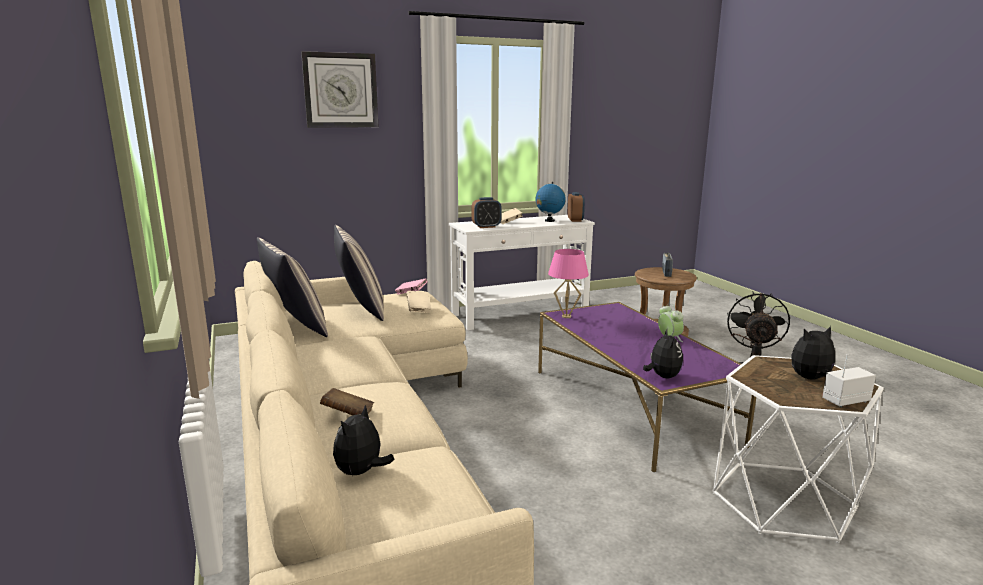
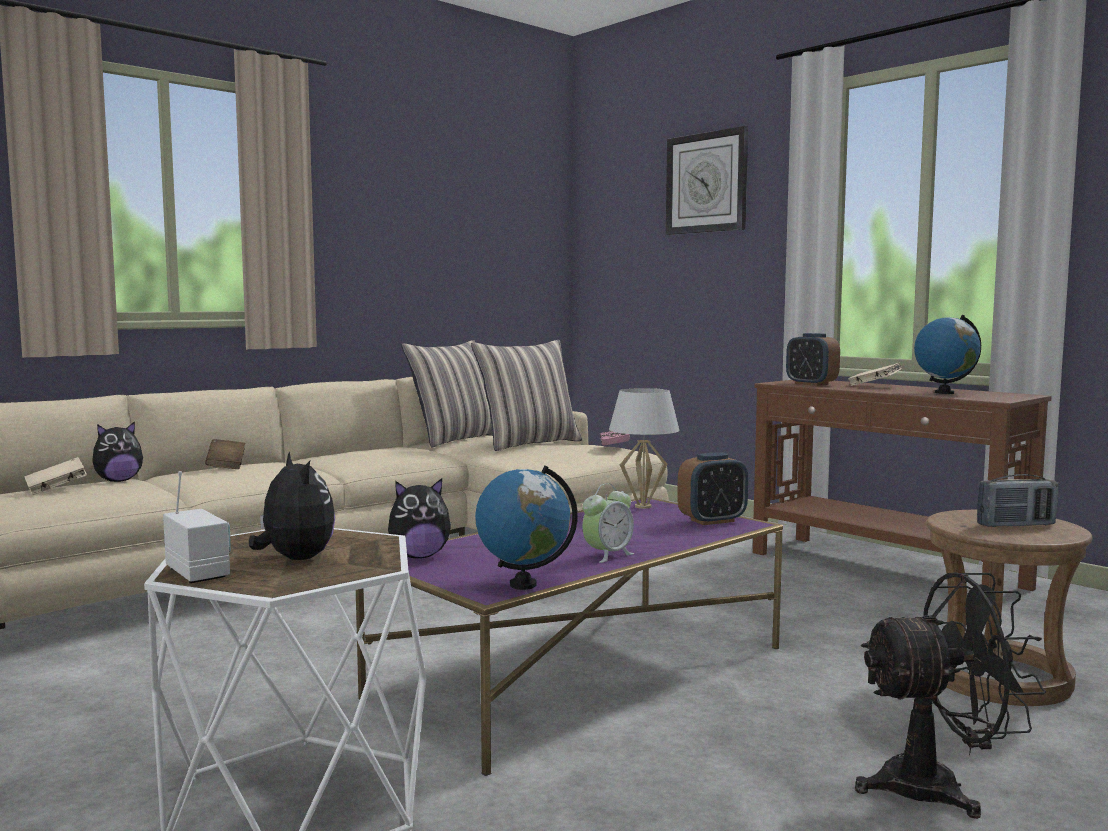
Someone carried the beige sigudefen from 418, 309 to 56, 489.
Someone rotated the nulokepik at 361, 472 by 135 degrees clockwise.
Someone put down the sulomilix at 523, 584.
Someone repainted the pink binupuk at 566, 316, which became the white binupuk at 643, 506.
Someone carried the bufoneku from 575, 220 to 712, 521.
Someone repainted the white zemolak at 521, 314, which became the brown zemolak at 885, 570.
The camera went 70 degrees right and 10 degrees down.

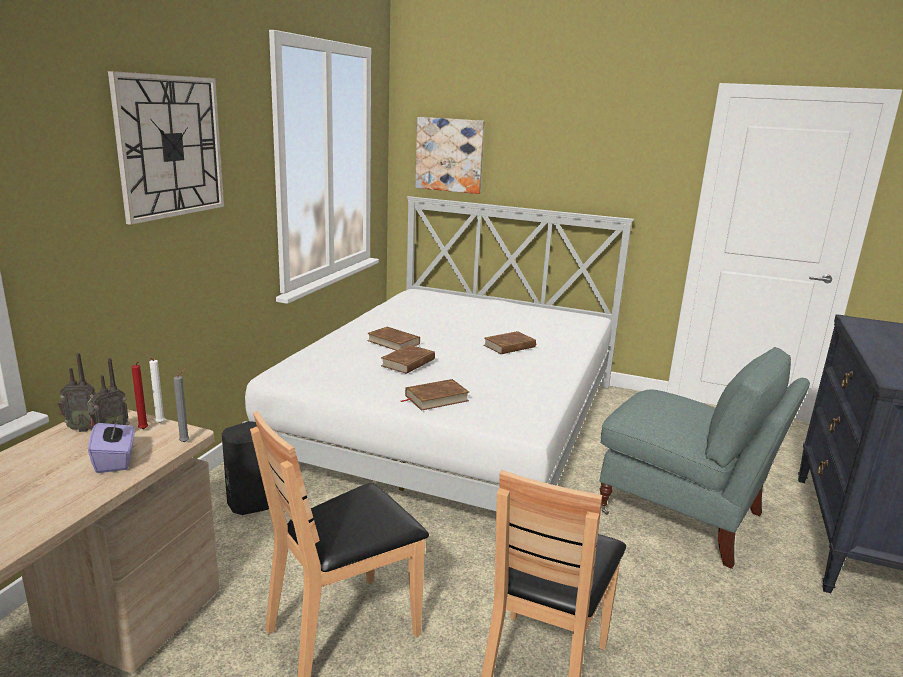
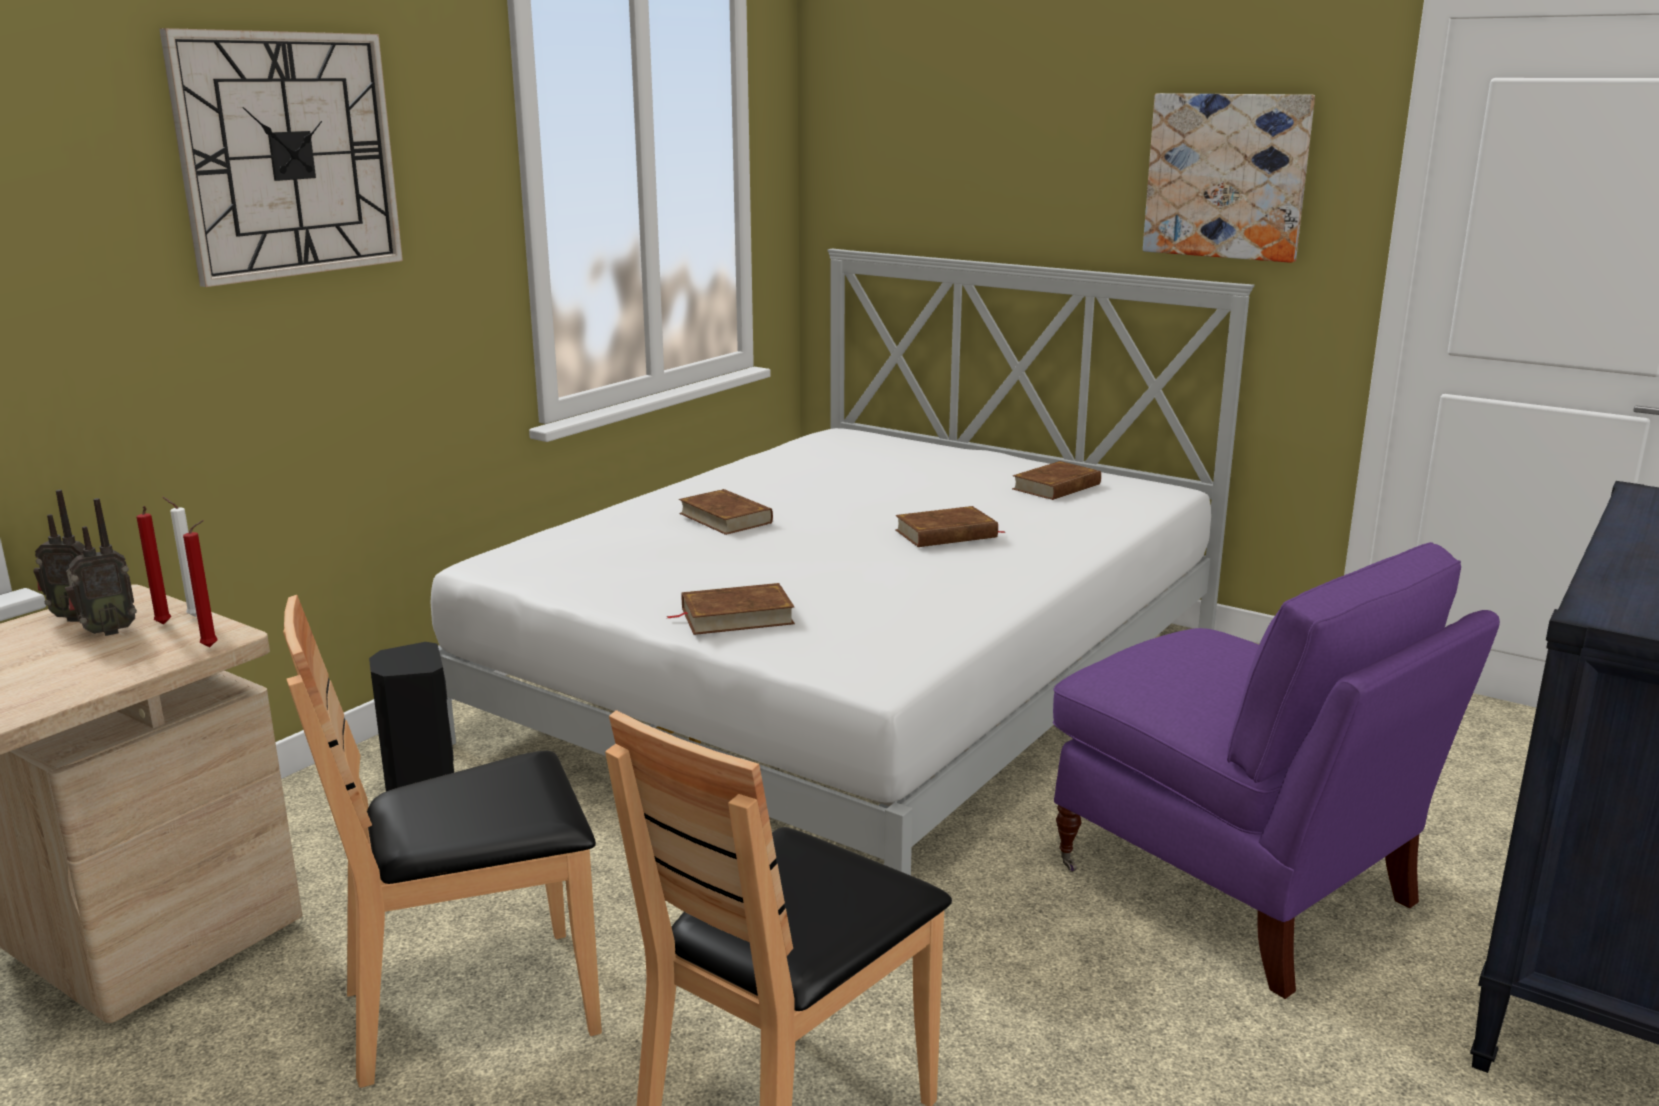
Someone repainted the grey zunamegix at 186, 442, which became the red zunamegix at 212, 647.
Someone carried the brown sigudefen from 408, 362 to 1057, 487.
Someone repainted the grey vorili at 682, 514, which became the purple vorili at 1235, 886.
Someone carried the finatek from 449, 155 to 1226, 176.
Someone took away the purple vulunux at 115, 460.
The camera went 15 degrees right and 0 degrees up.

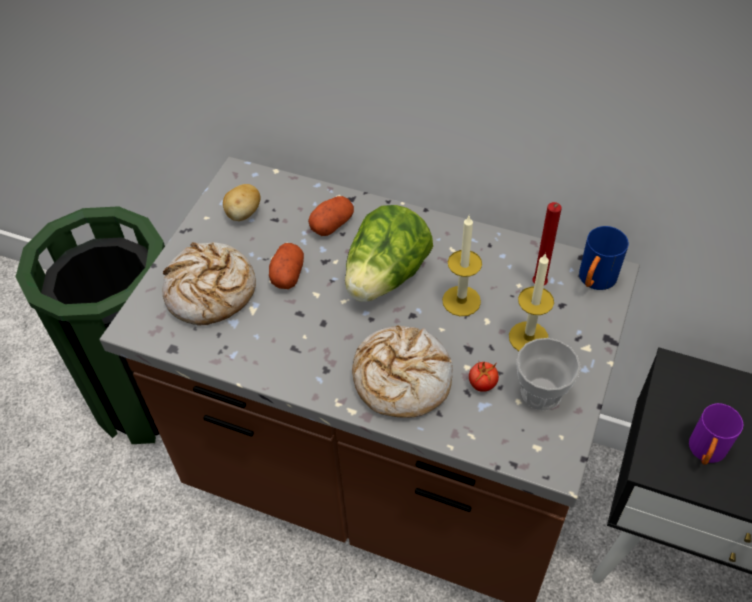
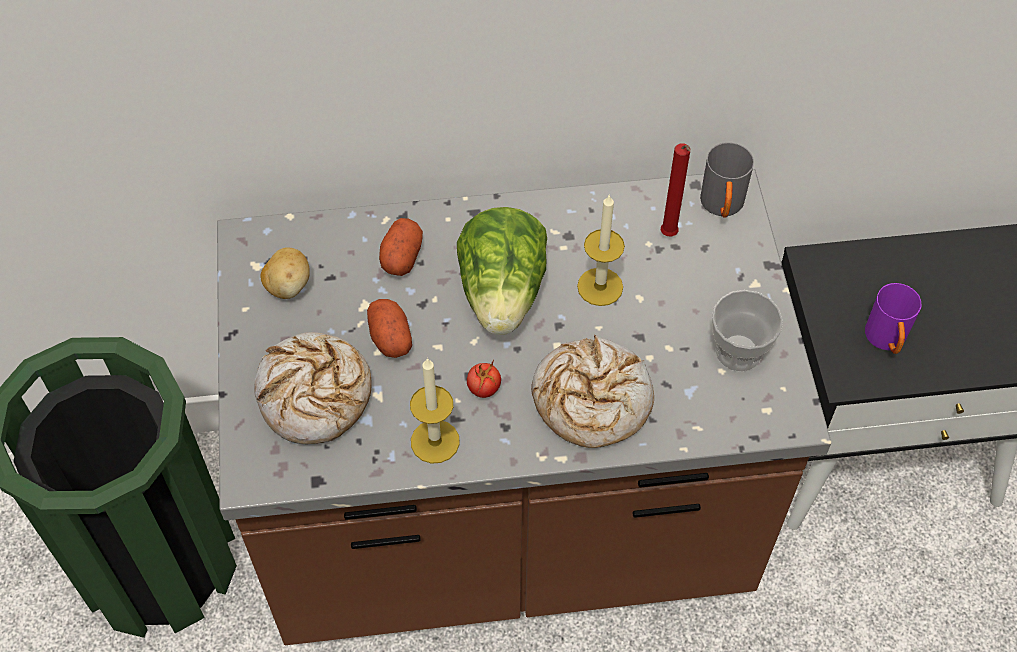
Someone carried the zunamegix from 528, 337 to 435, 441.
Someone carried the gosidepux from 482, 384 to 484, 388.
Someone repainted the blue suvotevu at 594, 281, which became the grey suvotevu at 722, 207.
The camera went 30 degrees left and 5 degrees up.

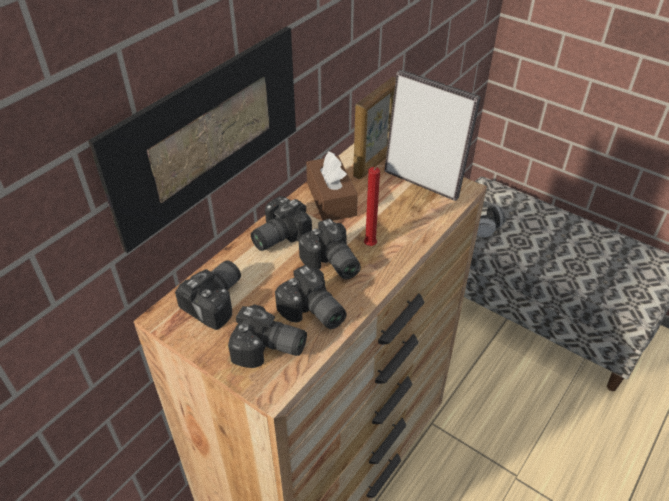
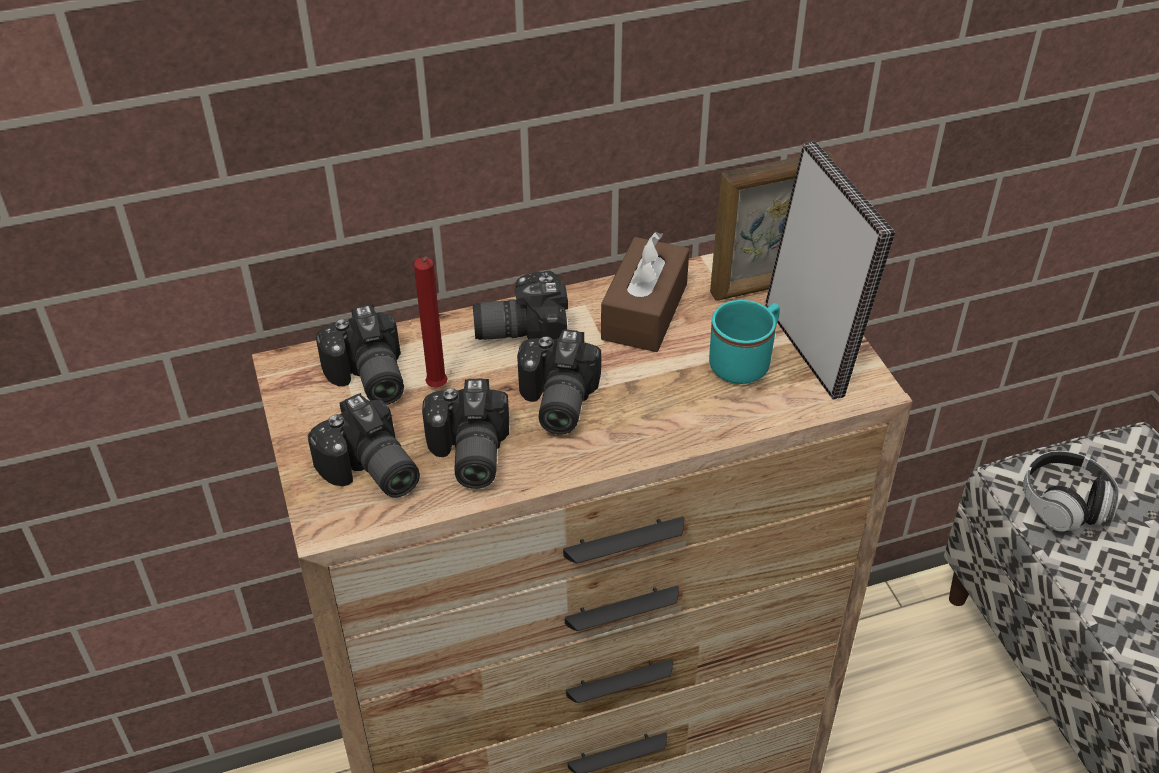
Someone rotated the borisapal at 218, 301 by 90 degrees clockwise.
Someone carried the red zunamegix from 371, 246 to 437, 389.
Someone put down the turquoise suvotevu at 745, 362.
Someone took away the finatek at 208, 133.
The camera went 35 degrees right and 0 degrees up.

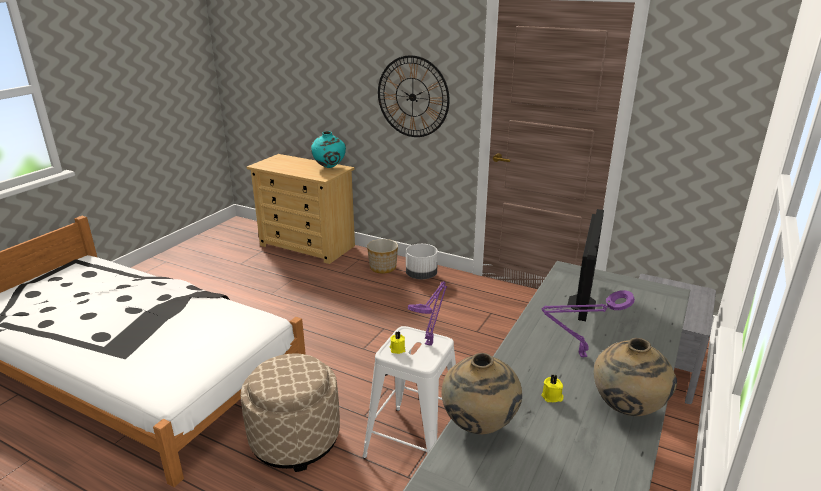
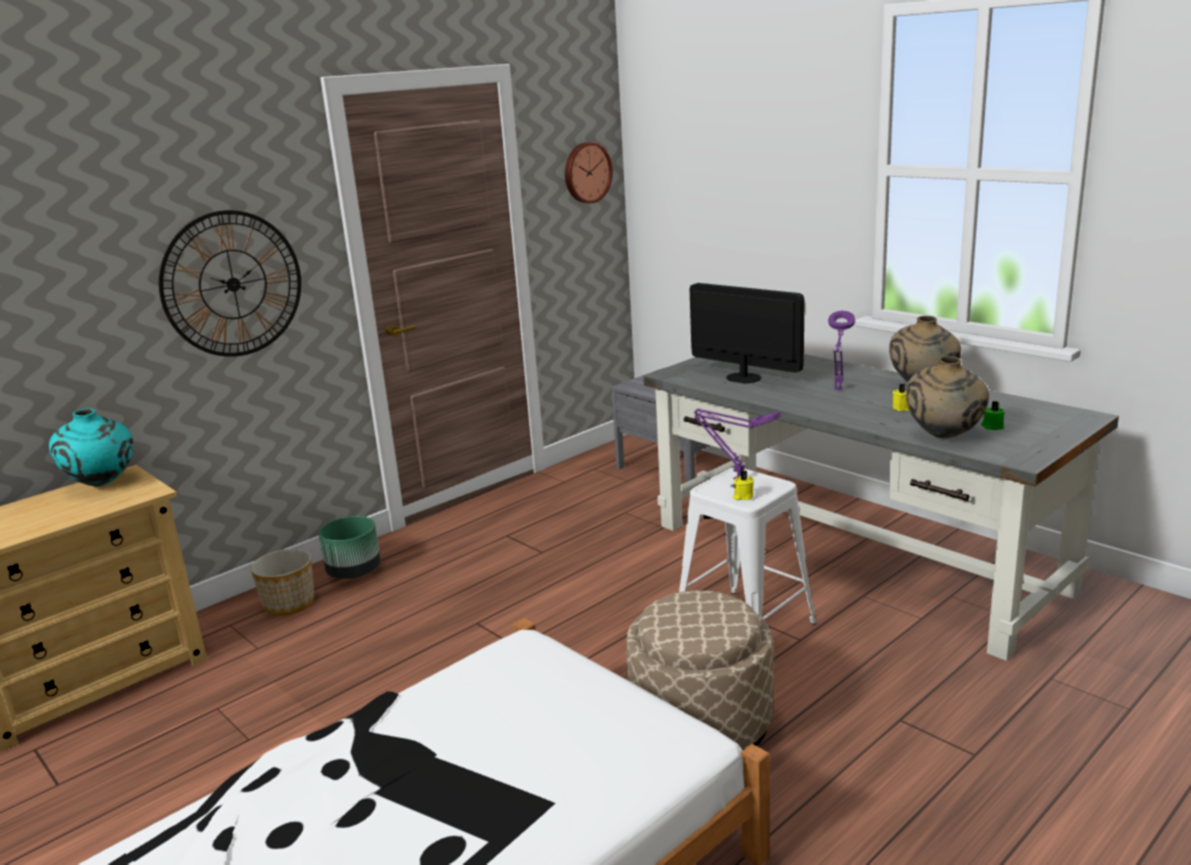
Someone repainted the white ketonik at 421, 276, which became the green ketonik at 354, 572.
Someone put up the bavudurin at 586, 172.
Someone put down the green zunamegix at 992, 427.
The camera went 70 degrees left and 5 degrees down.

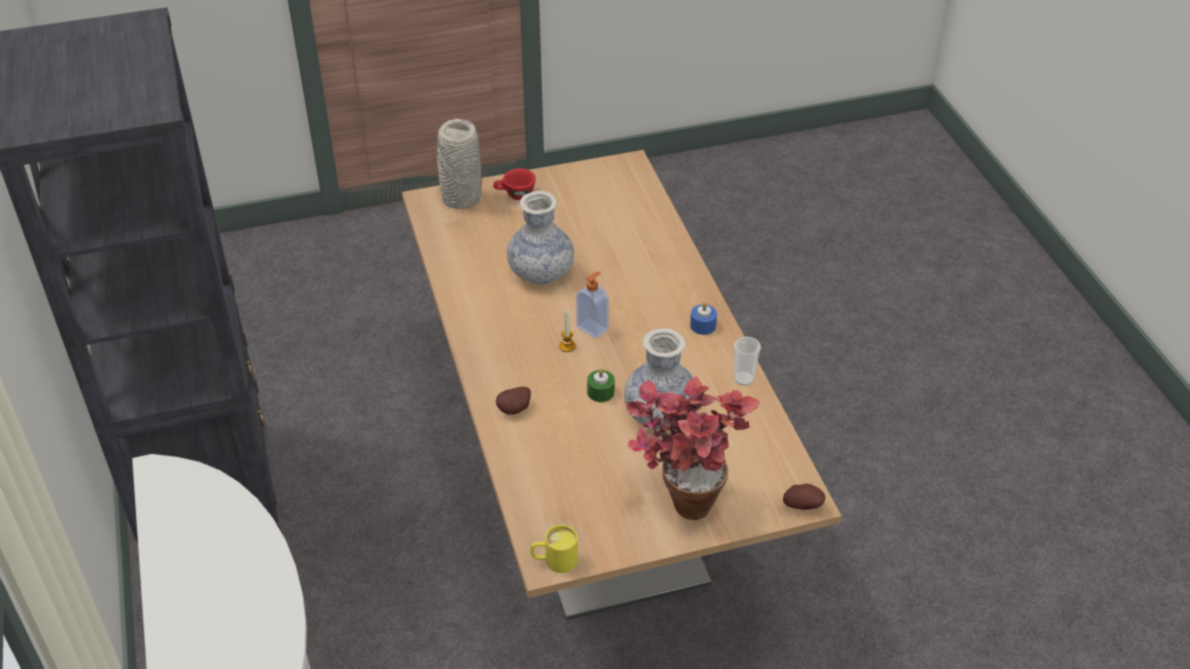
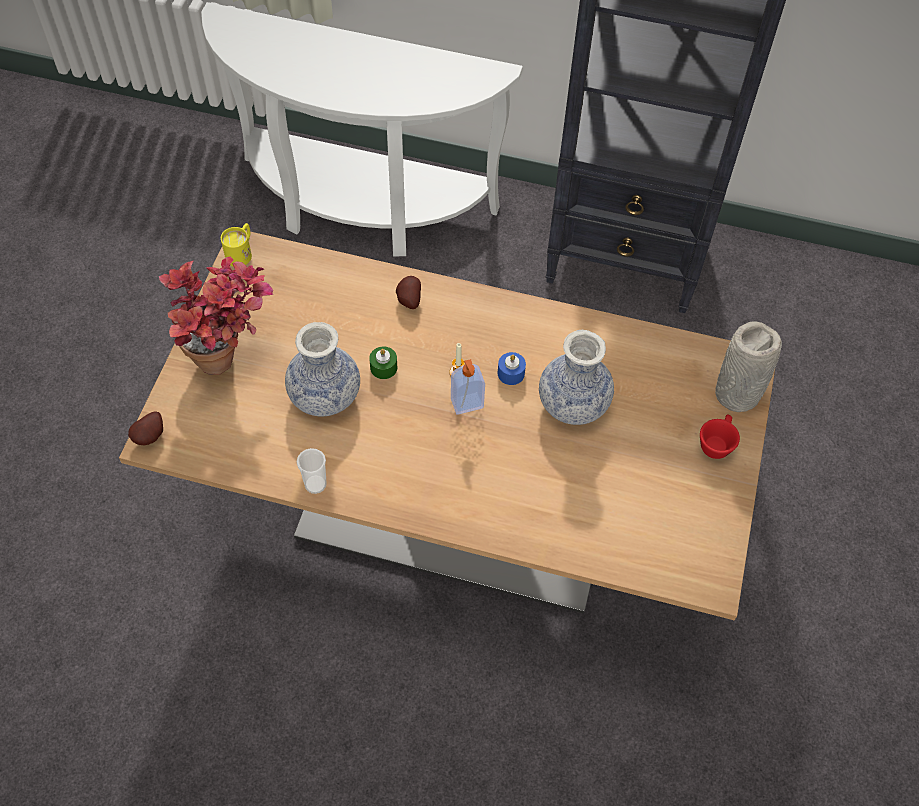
Someone carried the blue zunamegix from 703, 325 to 511, 373.
The camera went 120 degrees right and 15 degrees up.

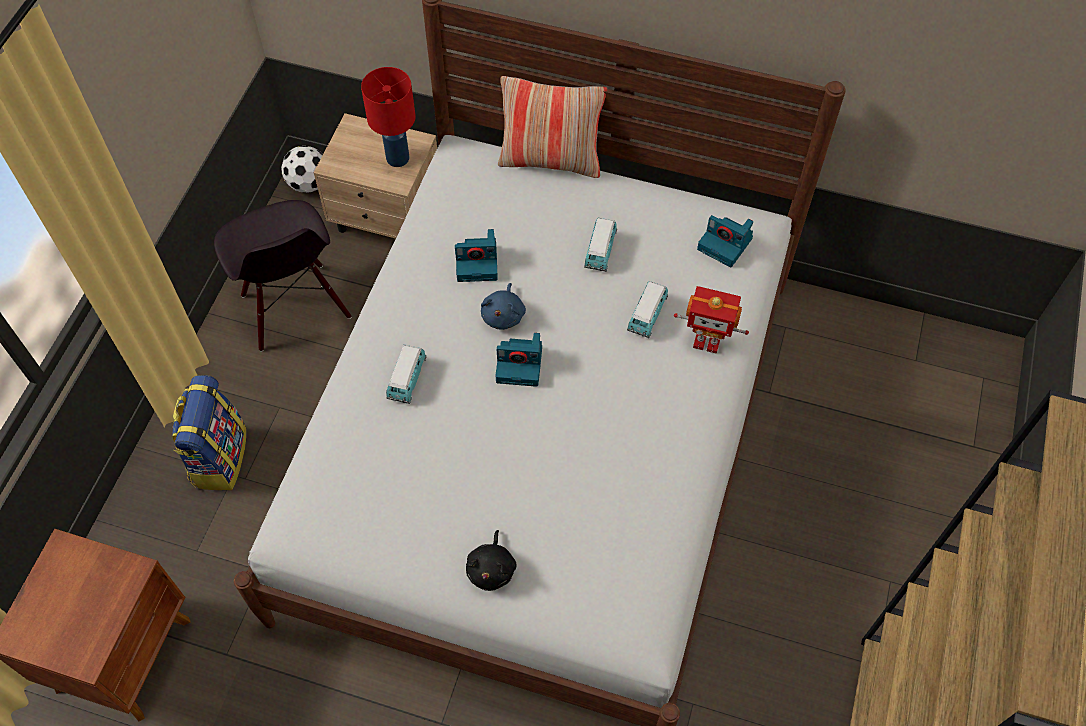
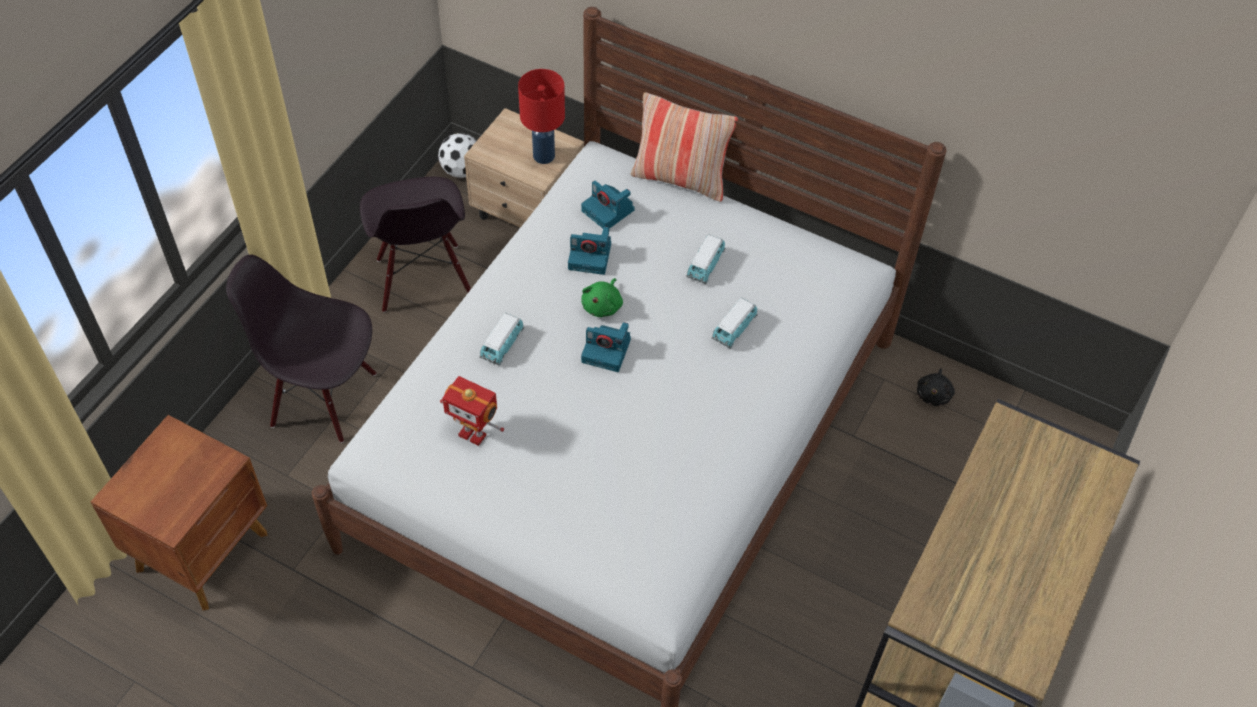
Someone swapped the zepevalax at 218, 457 for the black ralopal at 324, 398.
Someone carried the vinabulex from 706, 342 to 473, 433.
Someone carried the borisapal from 726, 244 to 609, 211.
Someone repainted the blue nulokepik at 504, 315, which became the green nulokepik at 603, 305.
Someone carried the black nulokepik from 492, 569 to 933, 394.
The camera went 10 degrees right and 5 degrees down.

